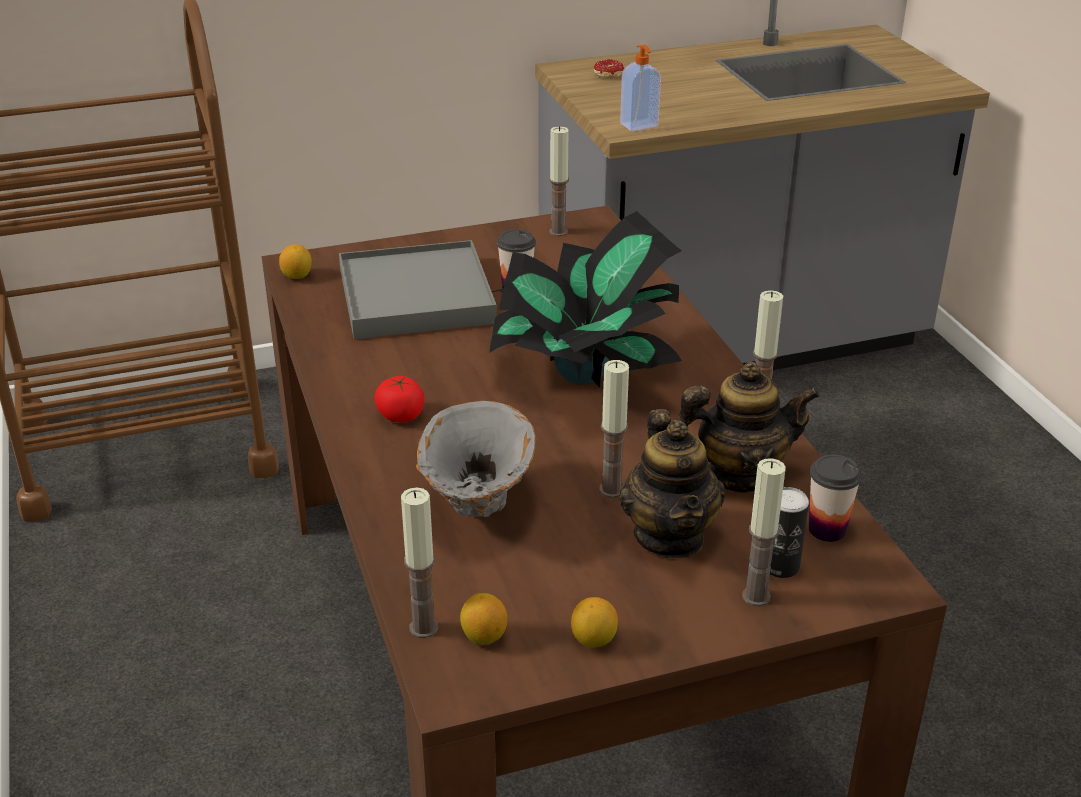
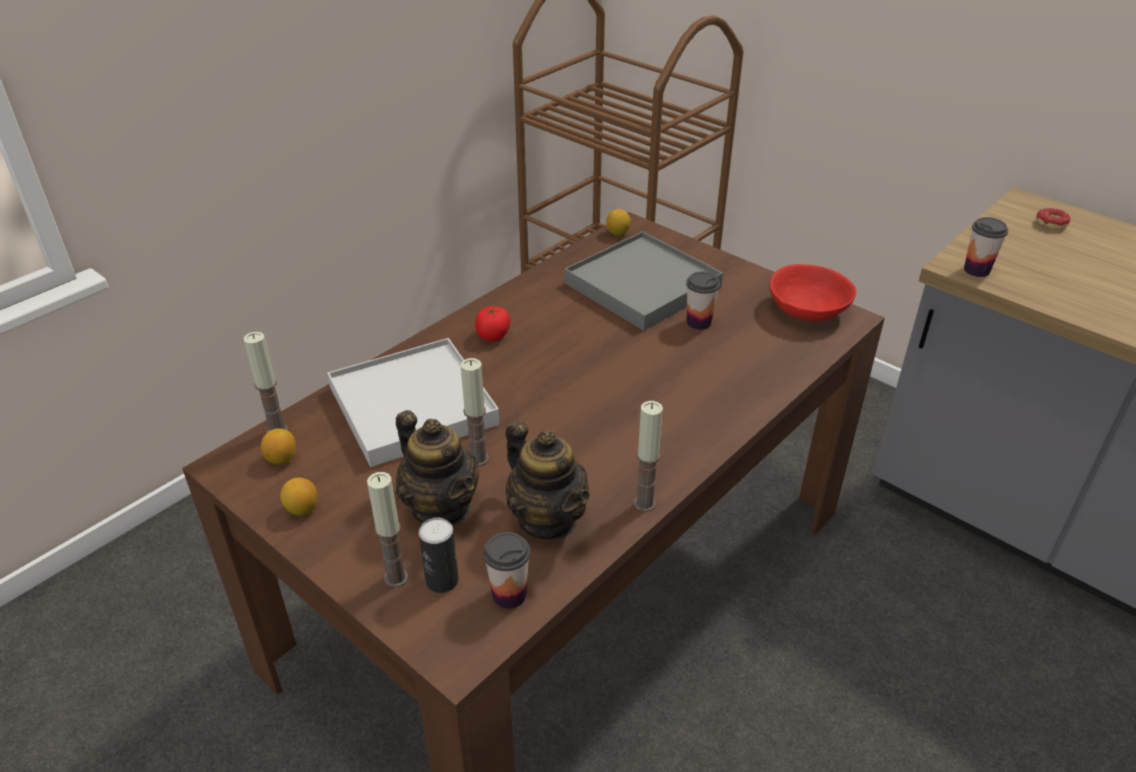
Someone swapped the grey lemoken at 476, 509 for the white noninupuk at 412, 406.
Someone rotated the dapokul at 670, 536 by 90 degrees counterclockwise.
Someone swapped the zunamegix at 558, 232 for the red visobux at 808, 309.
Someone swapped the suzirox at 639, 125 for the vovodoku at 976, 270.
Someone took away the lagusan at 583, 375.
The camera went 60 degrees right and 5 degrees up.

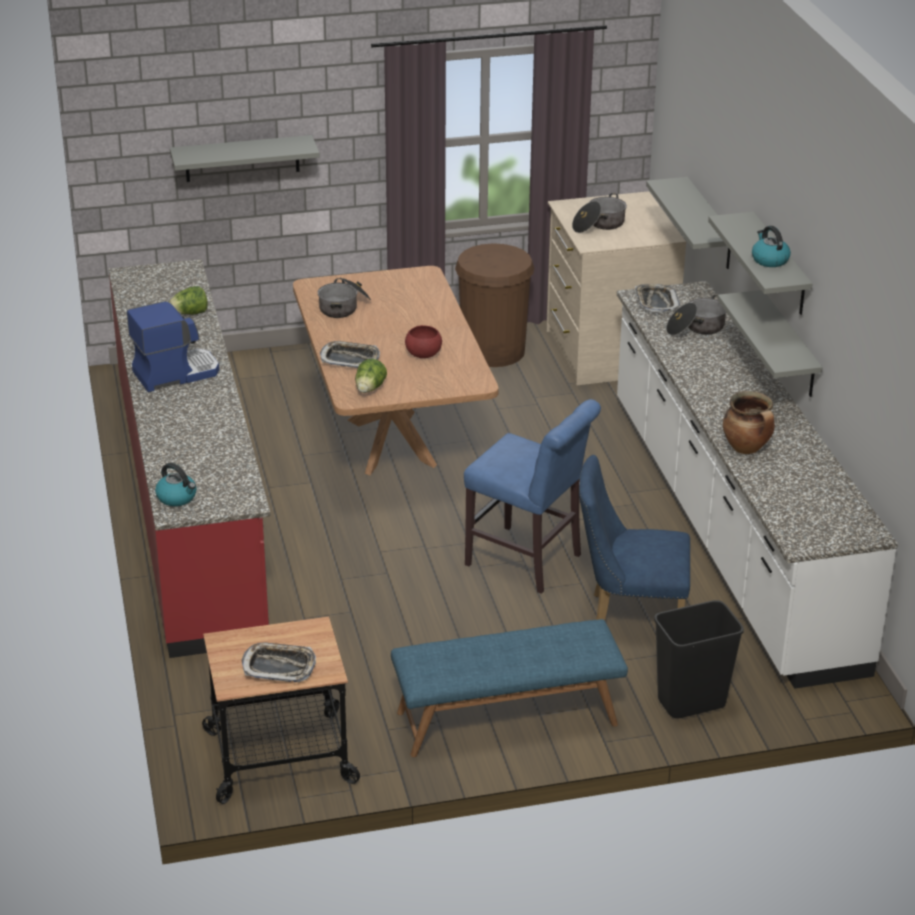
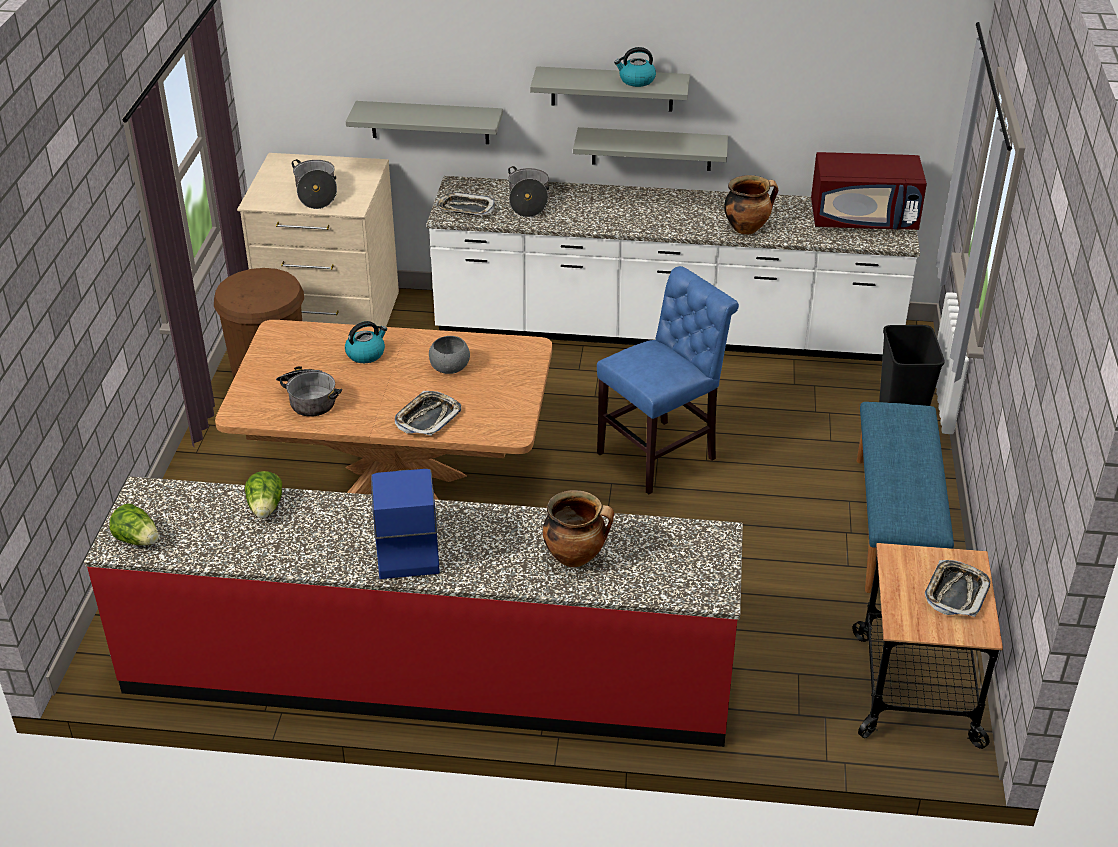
Someone carried the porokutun from 369, 389 to 138, 540.
Someone carried the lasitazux from 177, 497 to 366, 354.
Someone repainted the red visobux at 423, 354, which became the grey visobux at 449, 368.
Someone put down the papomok at 576, 557.
Someone put down the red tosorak at 864, 219.
Someone took away the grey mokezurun at 242, 158.
Someone took away the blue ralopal at 628, 618.
The camera went 70 degrees left and 5 degrees up.

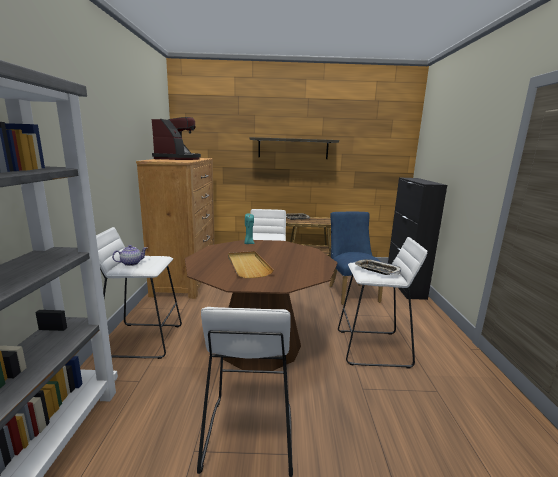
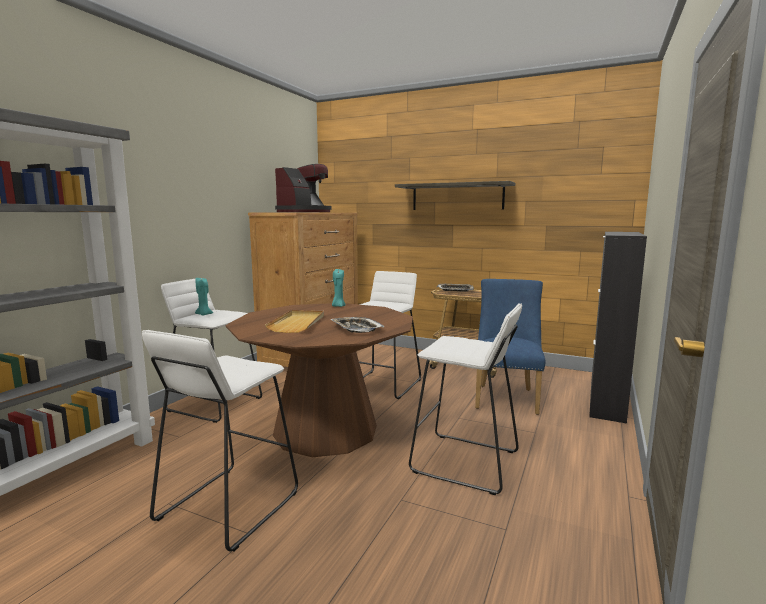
Someone swapped the dapokul at 131, 263 for the turquoise zunamegix at 204, 314.
Someone carried the noninupuk from 377, 270 to 356, 329.
The camera went 25 degrees right and 5 degrees down.

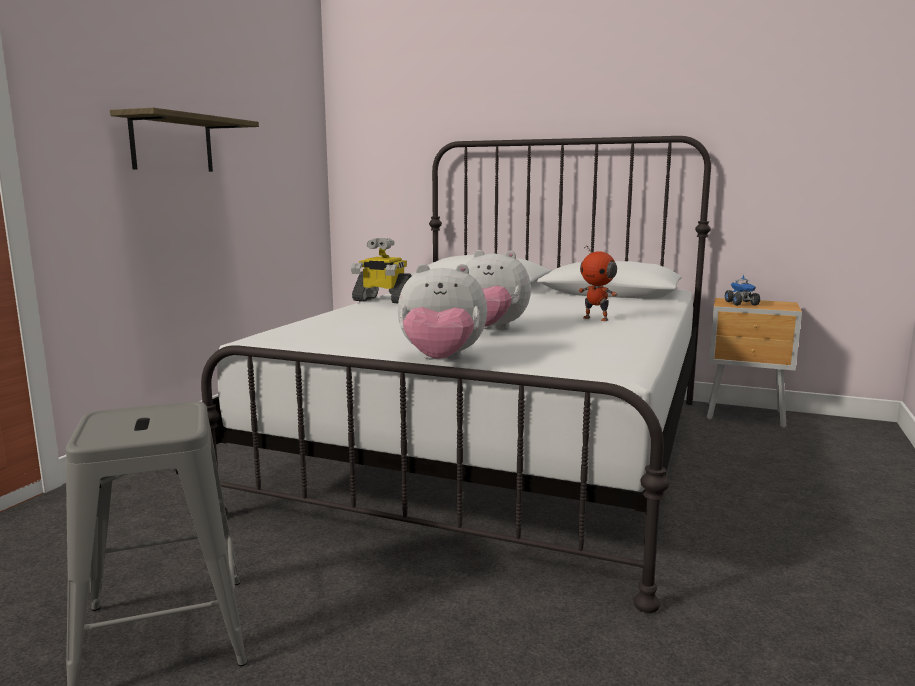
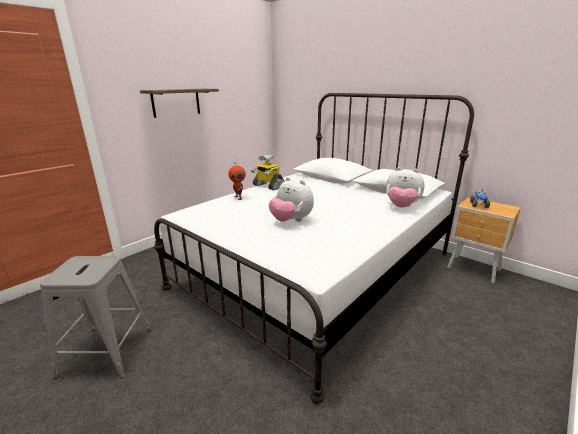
Someone carried the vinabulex from 596, 319 to 239, 197.
Someone carried the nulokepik from 441, 361 to 401, 206.
The camera went 20 degrees right and 10 degrees up.

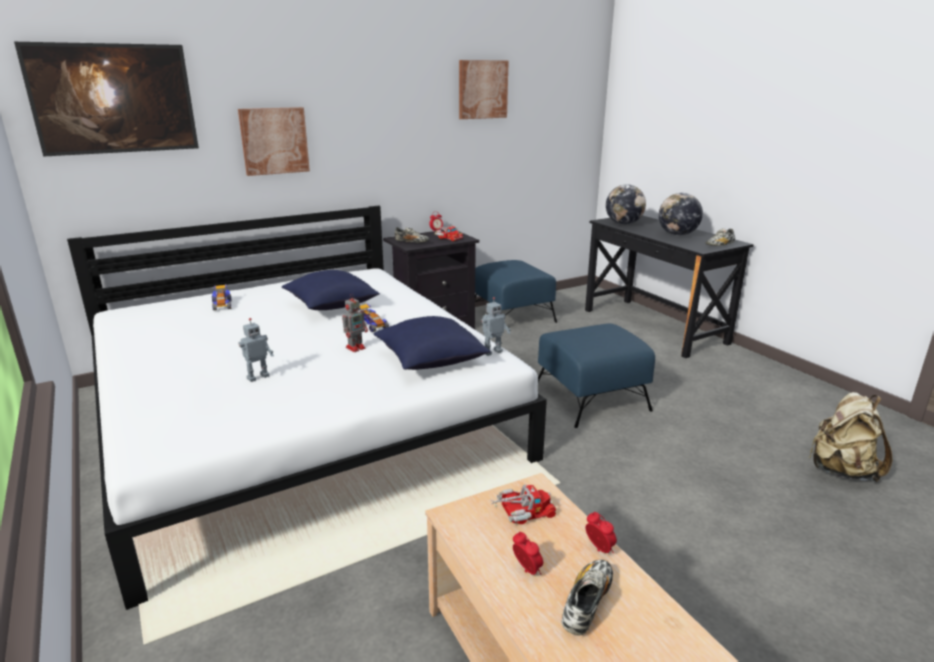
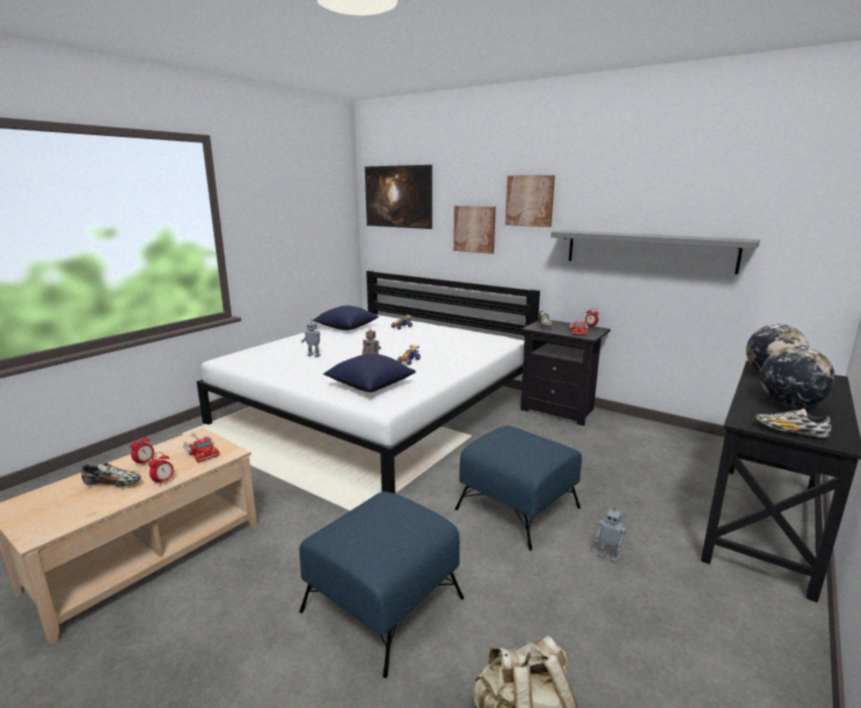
Someone carried the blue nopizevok from 512, 317 to 381, 605.
Someone carried the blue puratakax from 331, 305 to 346, 328.
Someone carried the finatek from 482, 89 to 529, 201.
Someone put up the grey mokezurun at 648, 250.
Someone carried the vinabulex from 492, 352 to 608, 557.
The camera went 65 degrees right and 5 degrees down.

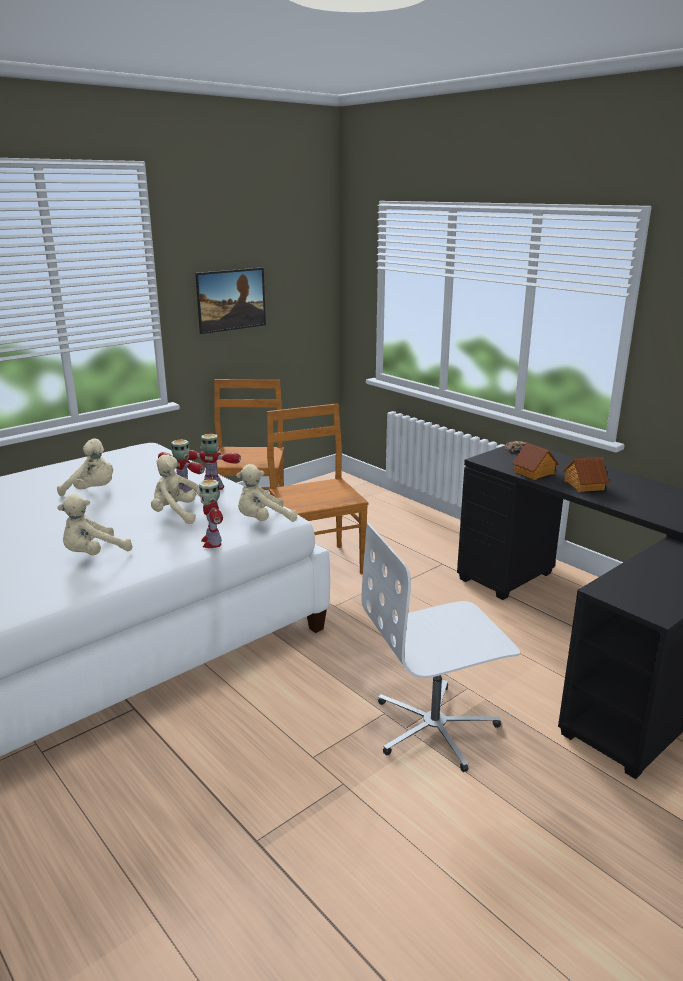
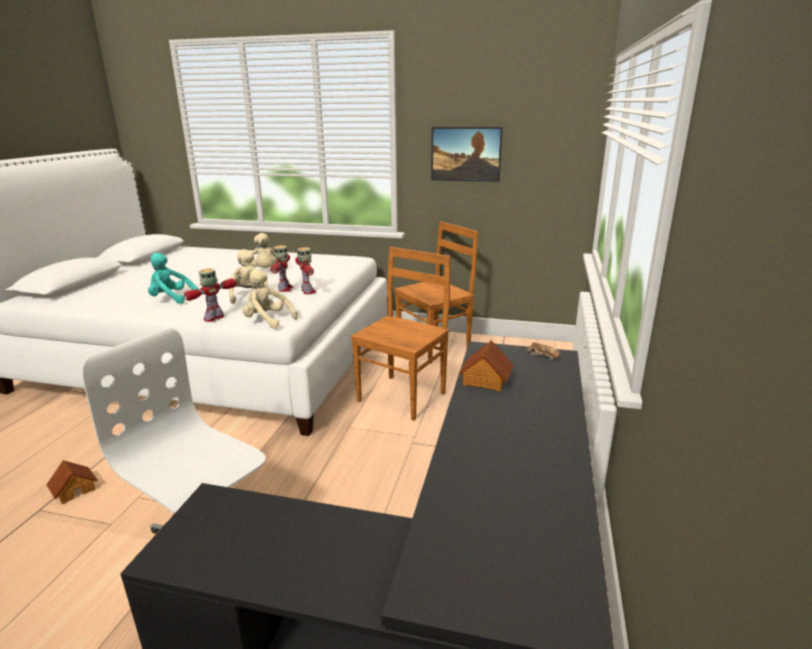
Someone carried the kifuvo from 583, 485 to 75, 490.
Someone repainted the beige nulokepik at 93, 554, which became the turquoise nulokepik at 171, 299.
The camera went 55 degrees right and 0 degrees up.

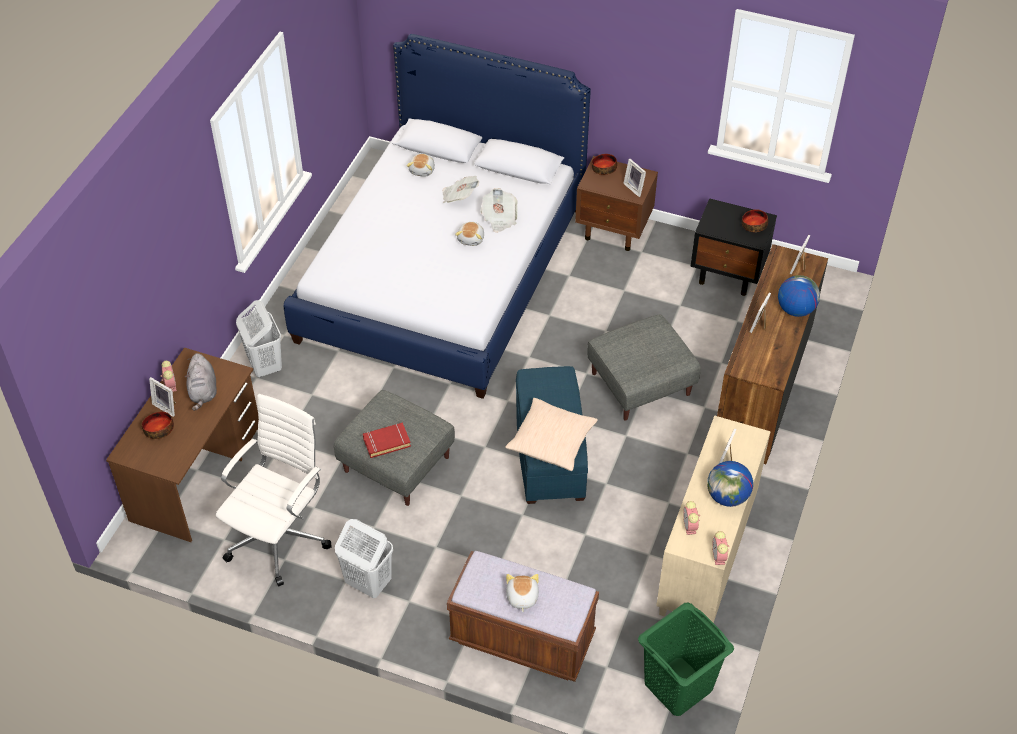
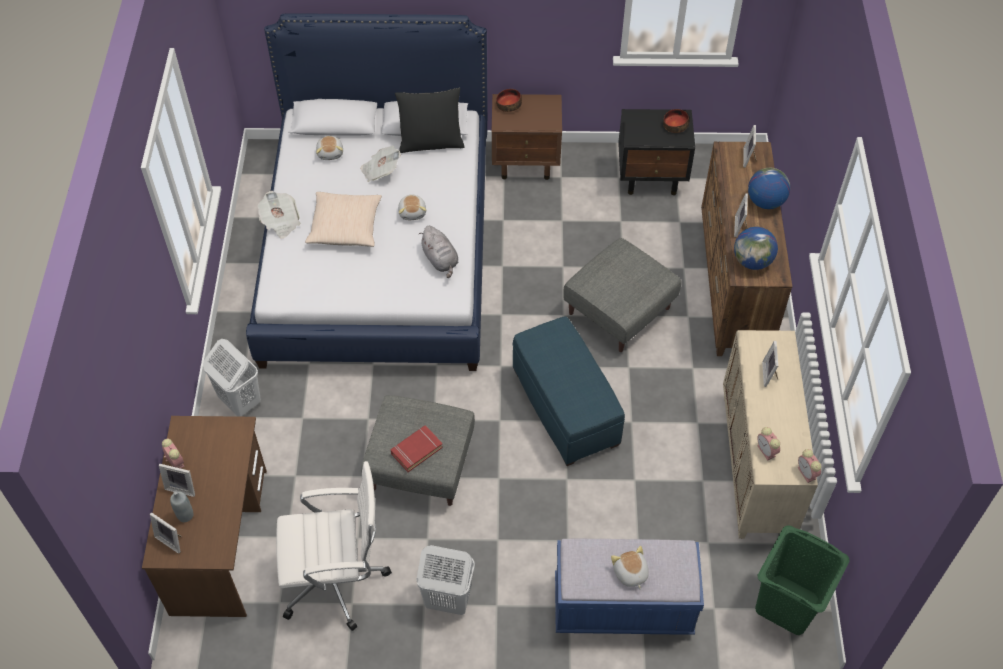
Someone carried the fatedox from 635, 188 to 171, 539.
Someone swapped the visobux at 159, 429 for the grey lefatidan at 185, 515.
Someone carried the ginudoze from 499, 218 to 280, 222.
Someone rotated the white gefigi at 280, 536 by 75 degrees clockwise.
Someone carried the beige puratakax from 551, 441 to 345, 226.
Someone put down the black puratakax at 431, 142.
Someone carried the grey nulokepik from 203, 391 to 440, 260.
Someone repainted the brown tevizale at 522, 639, which became the blue tevizale at 623, 607.
Someone carried the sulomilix from 727, 497 to 752, 261.
The camera went 20 degrees left and 5 degrees up.

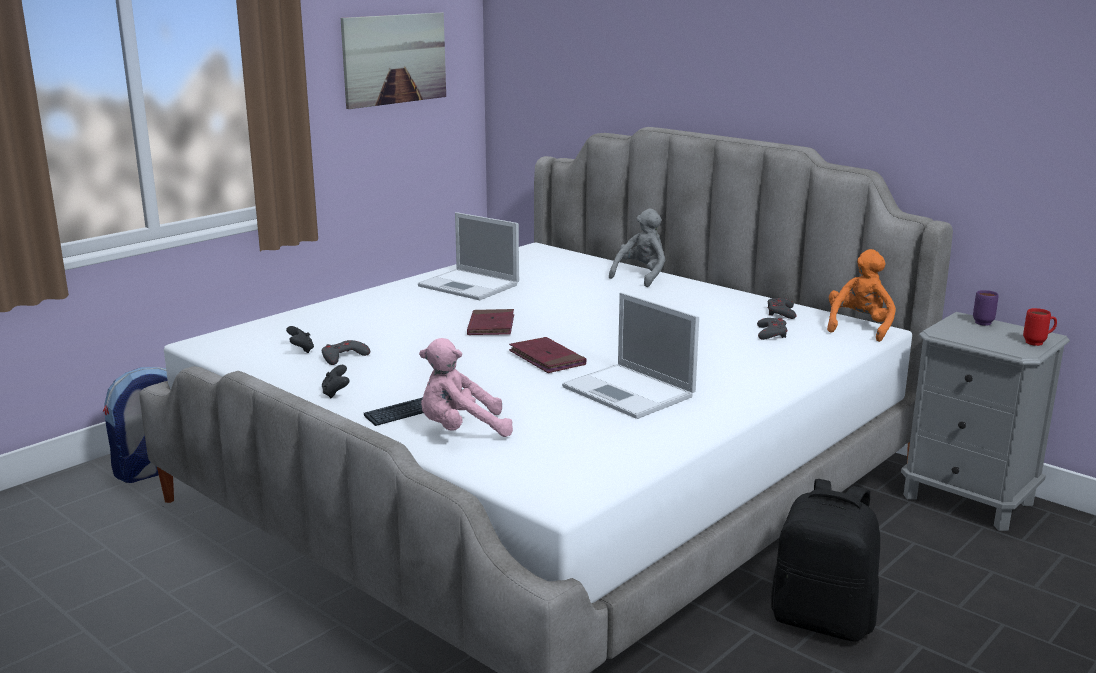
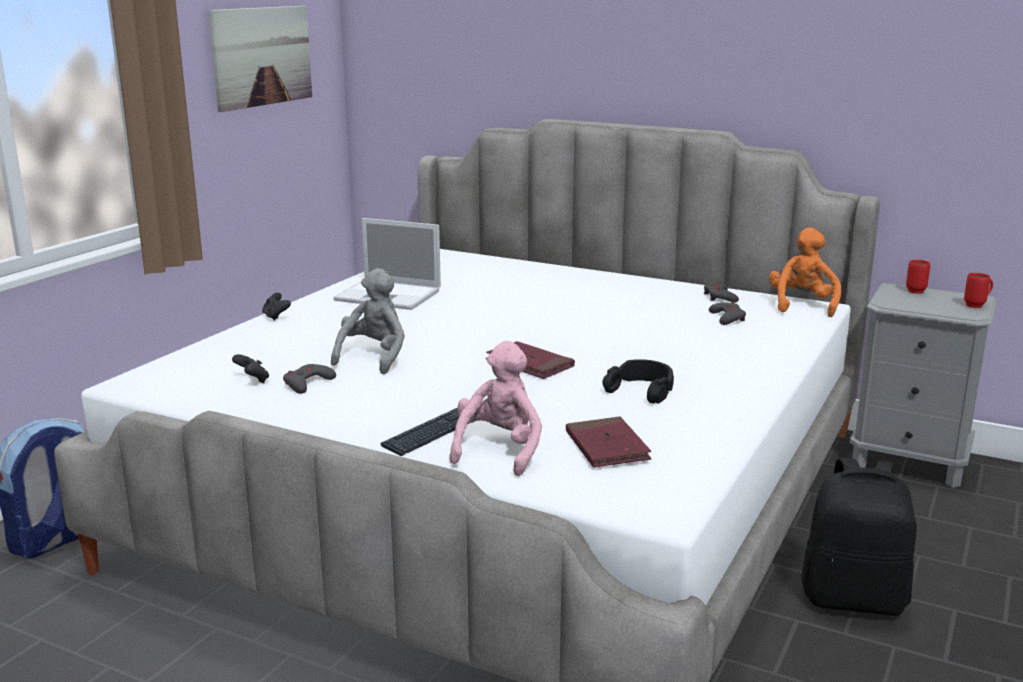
Someone carried the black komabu from 336, 393 to 276, 317.
Someone carried the grey nulokepik from 641, 276 to 374, 357.
Someone rotated the pink nulokepik at 461, 430 by 135 degrees clockwise.
Someone carried the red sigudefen from 491, 326 to 607, 447.
Someone swapped the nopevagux at 630, 392 for the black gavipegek at 641, 390.
Someone repainted the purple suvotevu at 985, 322, which became the red suvotevu at 917, 290.
The camera went 15 degrees left and 0 degrees up.

